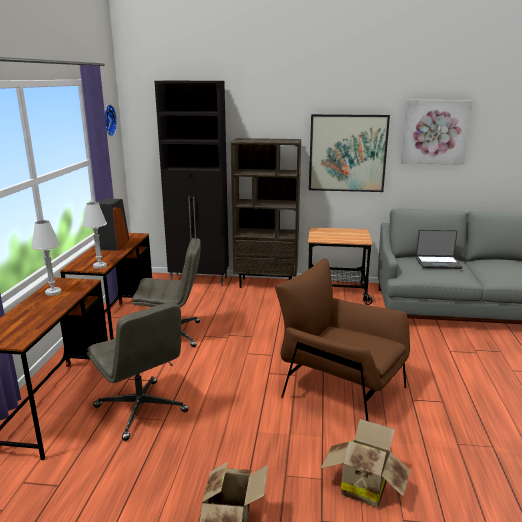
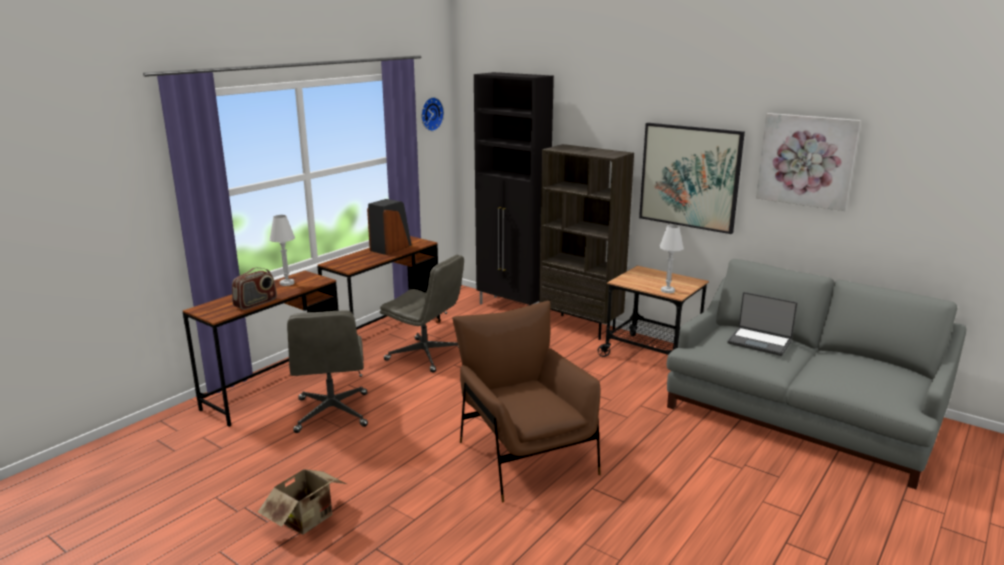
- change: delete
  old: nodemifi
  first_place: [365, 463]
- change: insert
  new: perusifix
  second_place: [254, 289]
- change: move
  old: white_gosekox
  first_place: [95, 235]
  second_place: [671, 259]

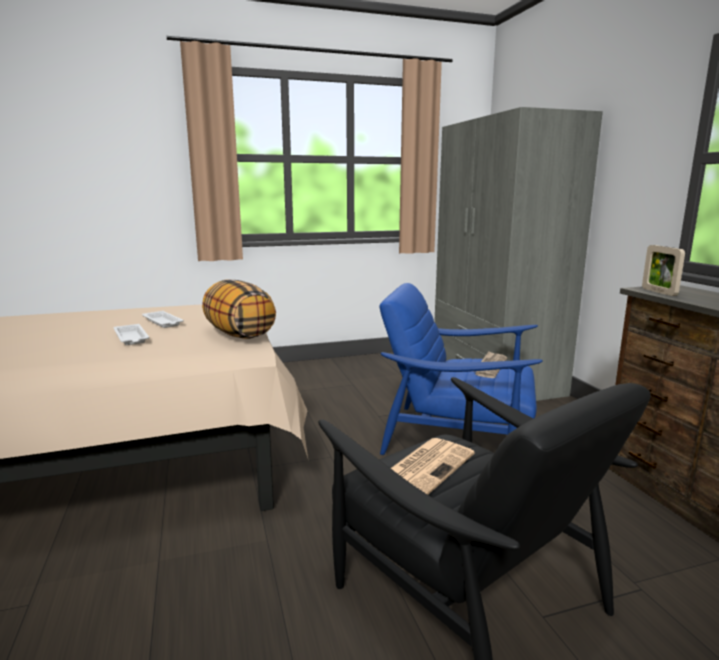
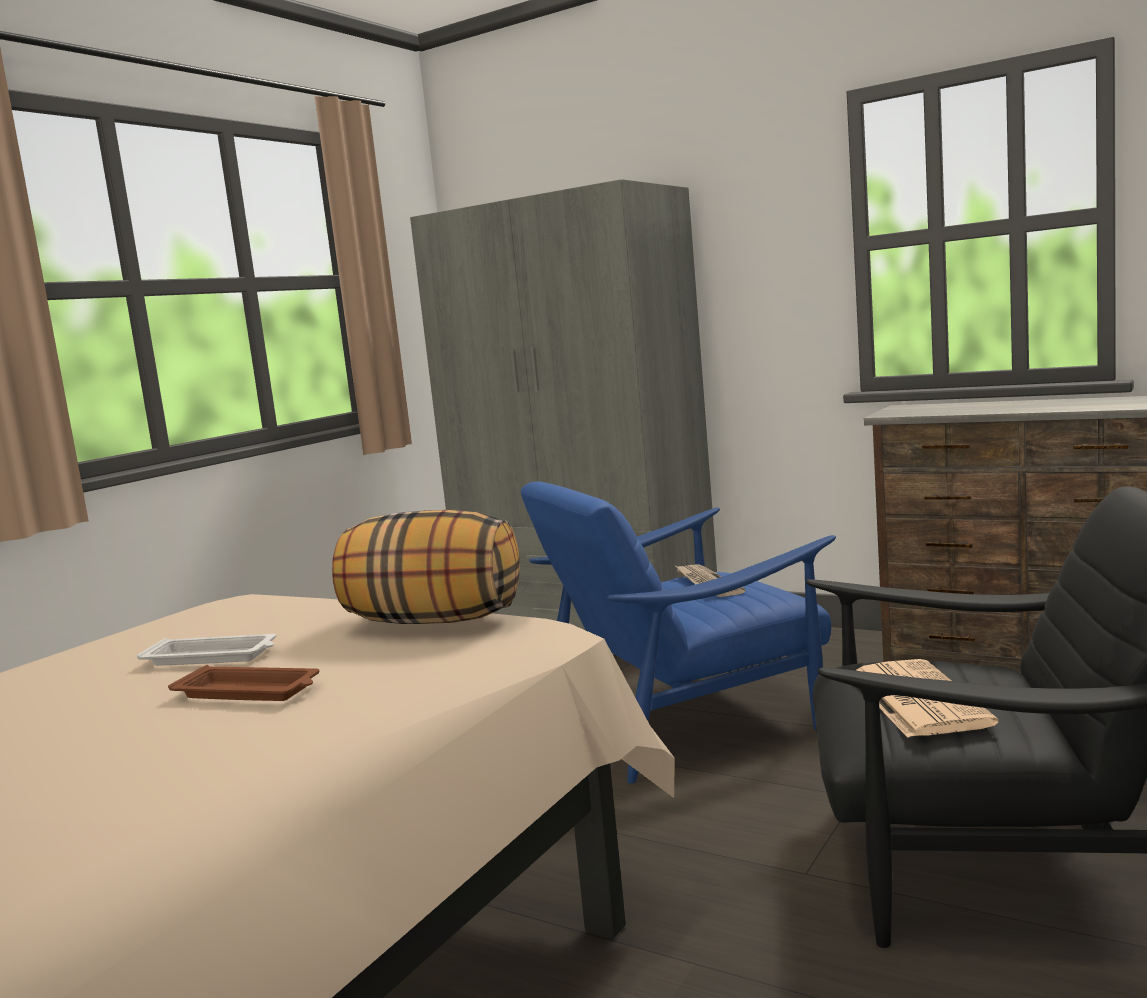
- change: delete
  old: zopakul
  first_place: [663, 270]
- change: recolor
  old: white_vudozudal
  new: brown_vudozudal
  first_place: [131, 334]
  second_place: [243, 683]

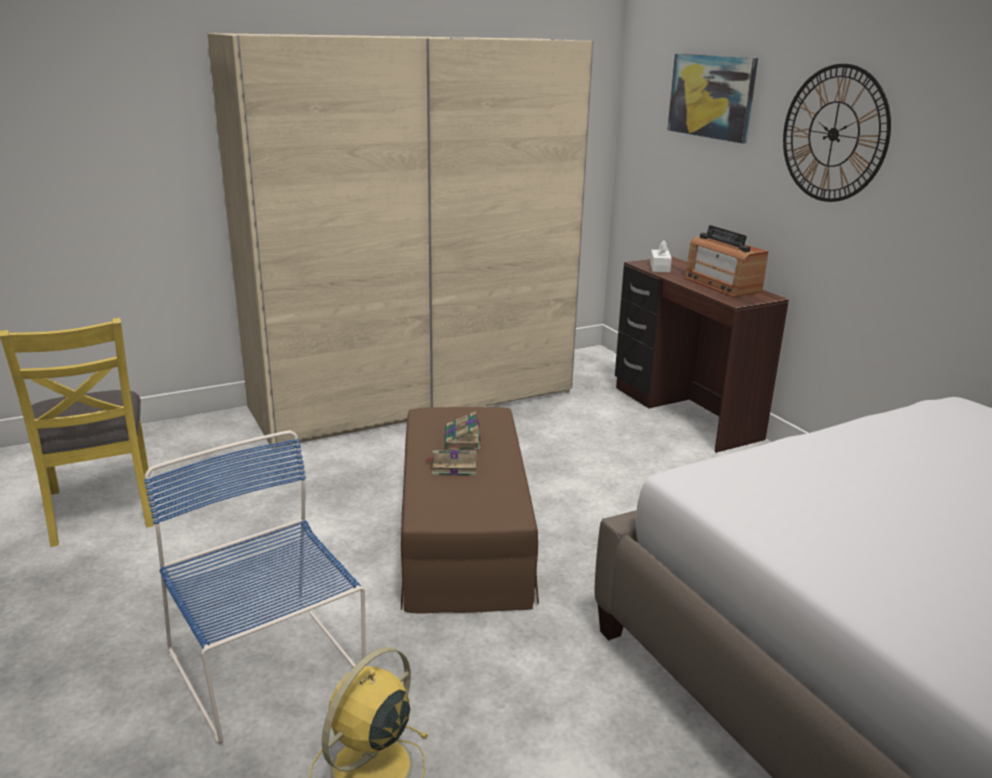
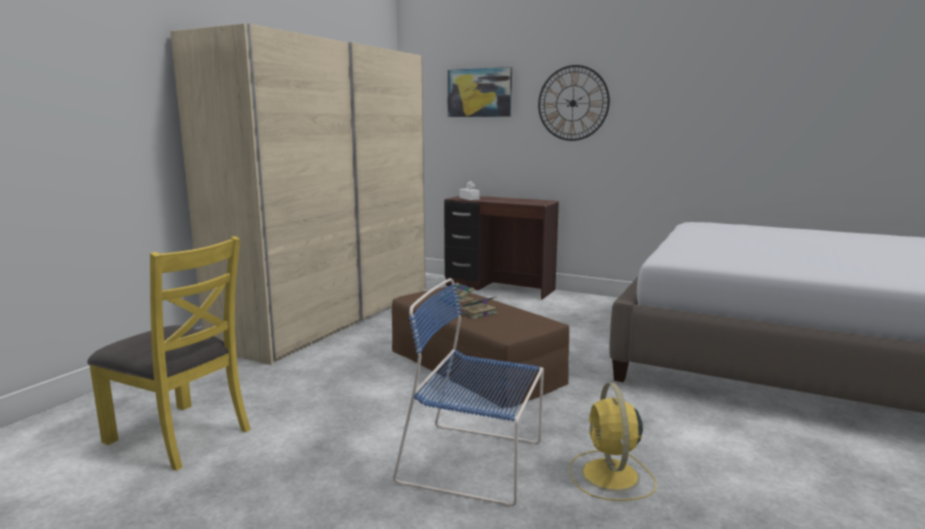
- change: delete
  old: perusifix
  first_place: [726, 261]

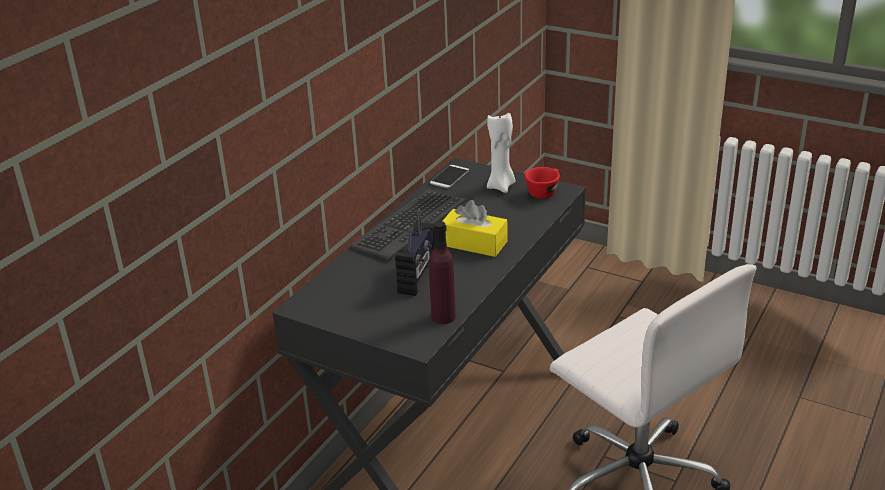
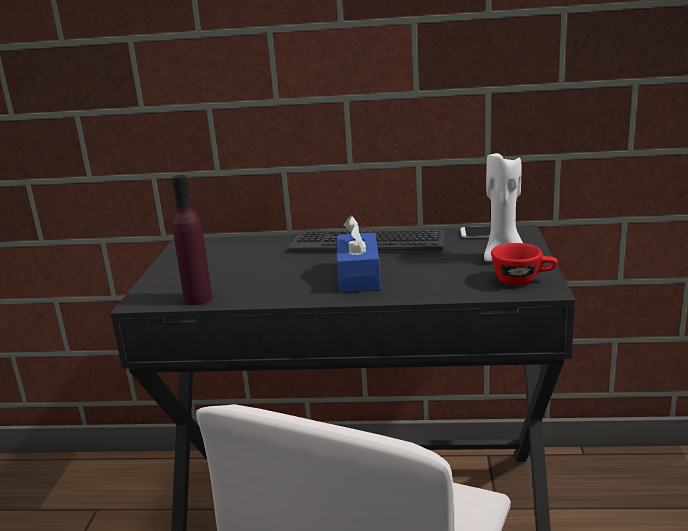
- change: delete
  old: perusifix
  first_place: [414, 253]
- change: recolor
  old: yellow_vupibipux
  new: blue_vupibipux
  first_place: [475, 228]
  second_place: [359, 254]

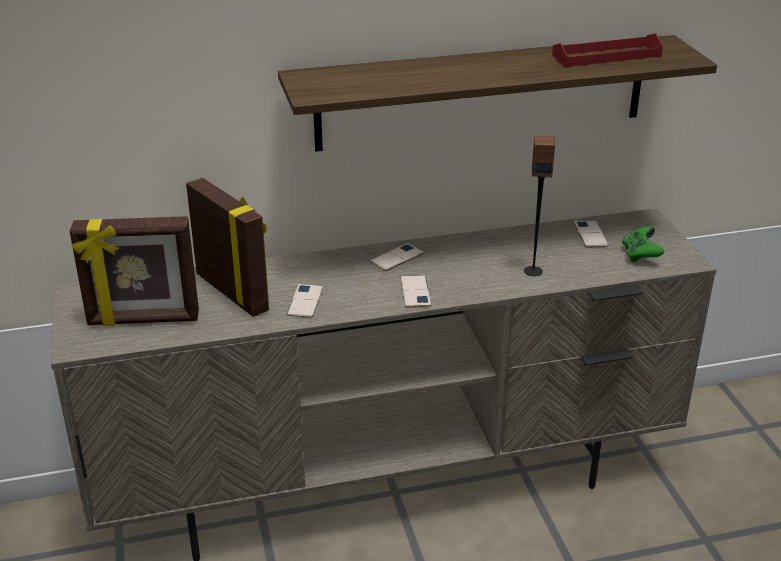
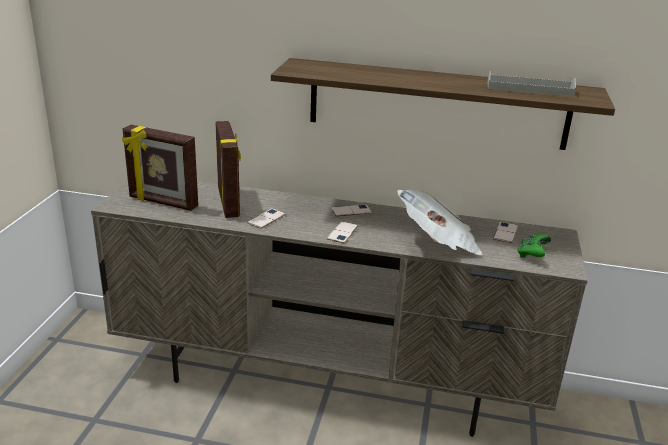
- change: replace
  old: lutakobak
  new: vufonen
  first_place: [539, 206]
  second_place: [440, 222]
- change: recolor
  old: red_vudozudal
  new: grey_vudozudal
  first_place: [607, 50]
  second_place: [532, 83]

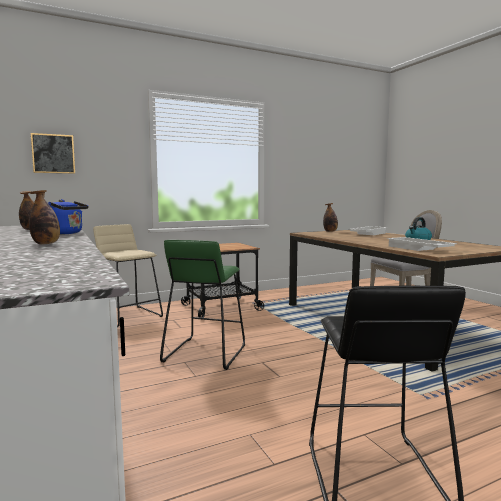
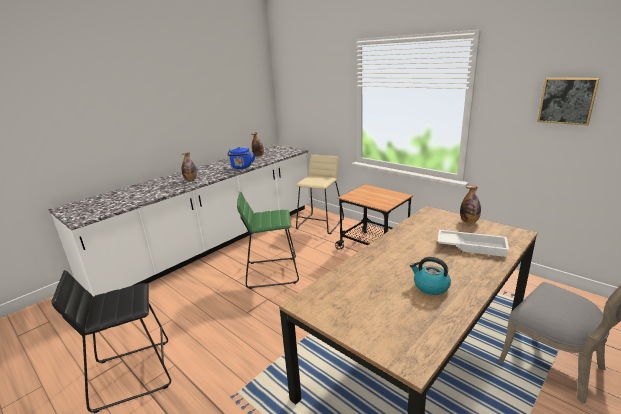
- change: delete
  old: white_vudozudal
  first_place: [422, 244]
- change: move
  old: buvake
  first_place: [53, 153]
  second_place: [568, 102]

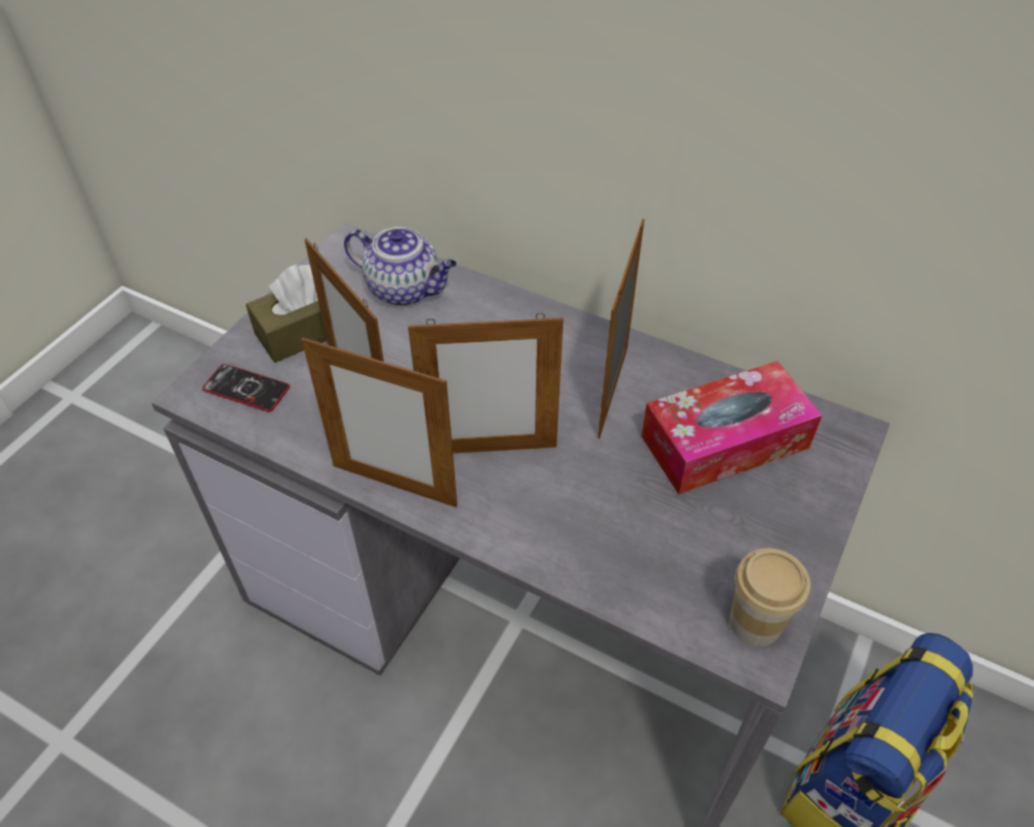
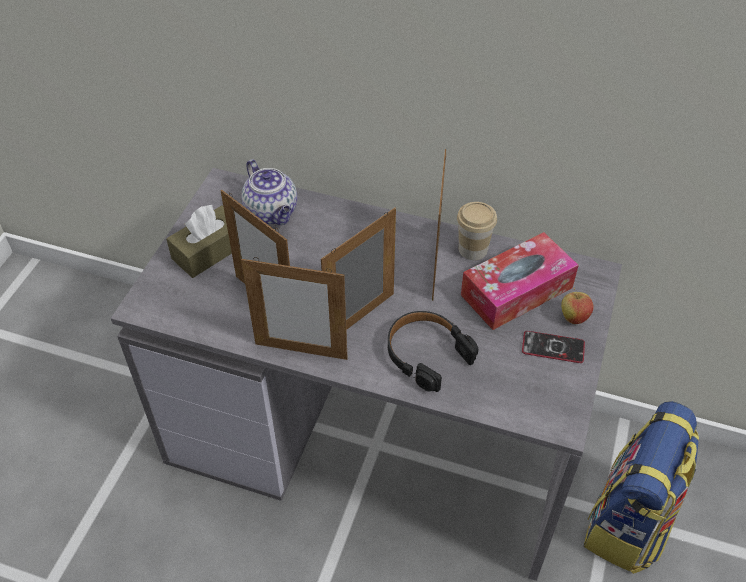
- change: insert
  new: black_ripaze
  second_place: [433, 351]
- change: insert
  new: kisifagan
  second_place: [577, 306]
- change: move
  old: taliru
  first_place: [246, 388]
  second_place: [553, 347]
- change: move
  old: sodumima
  first_place: [770, 597]
  second_place: [477, 231]
- change: rotate
  old: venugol
  first_place: [400, 266]
  second_place: [269, 192]
  degrees: 45
- change: rotate
  old: zopakul
  first_place: [485, 383]
  second_place: [358, 269]
  degrees: 150

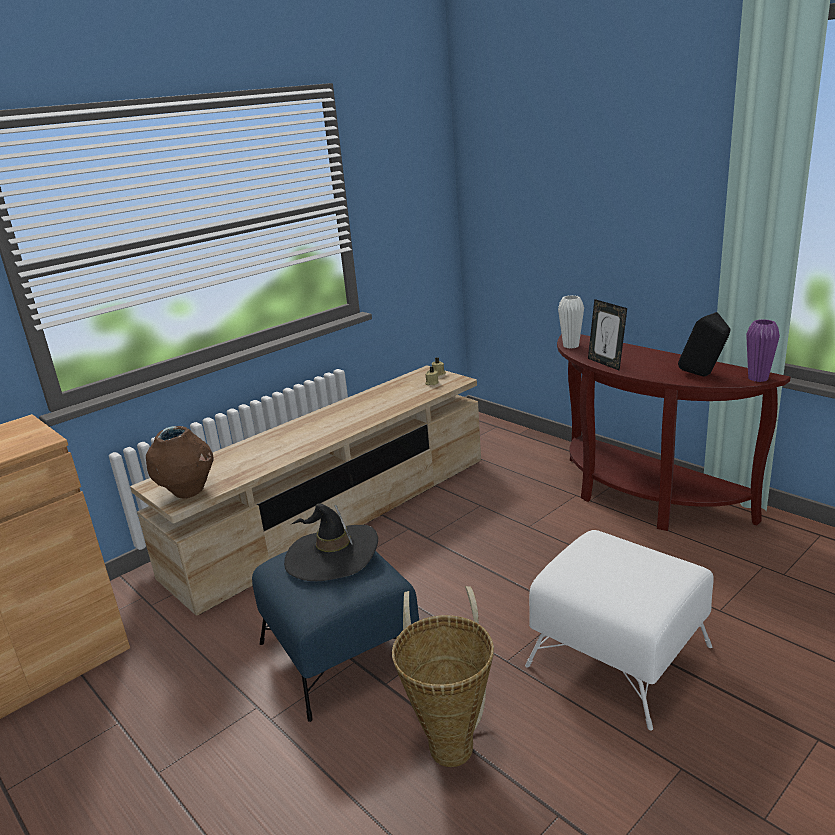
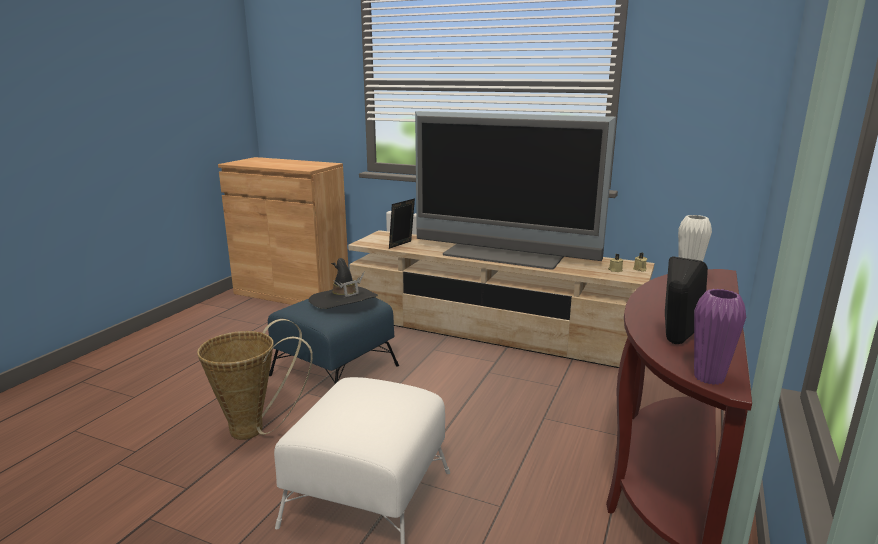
- change: delete
  old: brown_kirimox
  first_place: [180, 462]
- change: insert
  new: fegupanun
  second_place: [515, 190]
- change: move
  old: zopakul
  first_place: [607, 335]
  second_place: [402, 223]

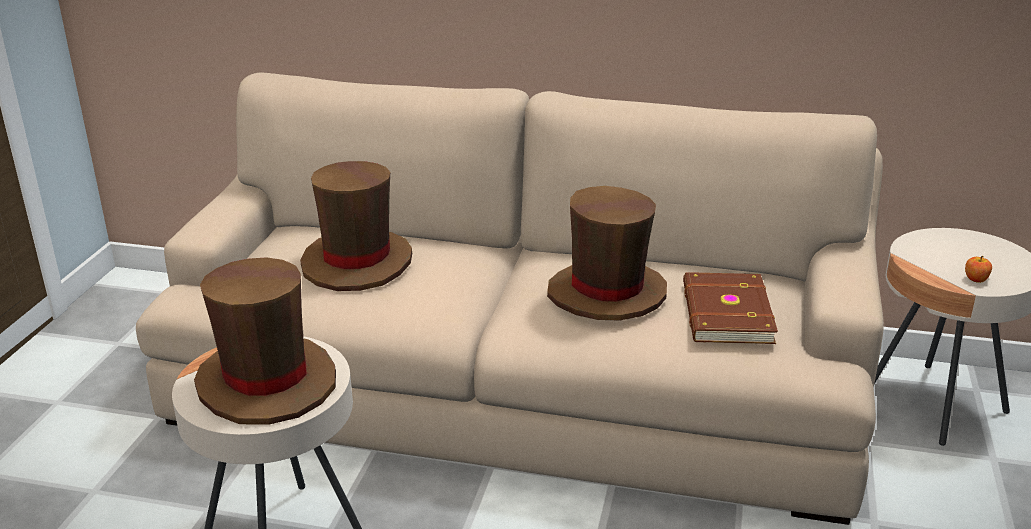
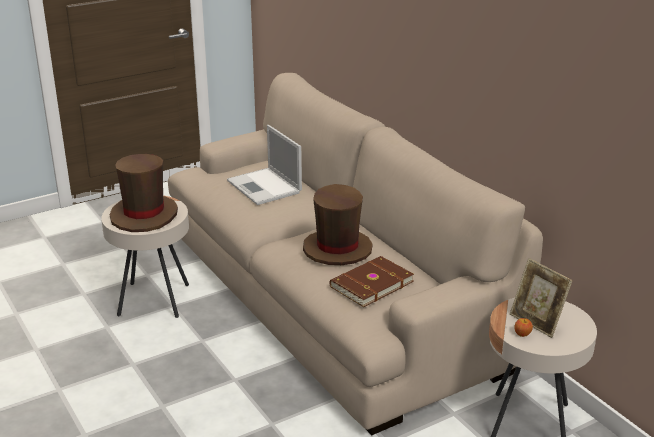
- change: insert
  new: zopakul
  second_place: [541, 298]
- change: replace
  old: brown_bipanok
  new: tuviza
  first_place: [356, 226]
  second_place: [264, 165]

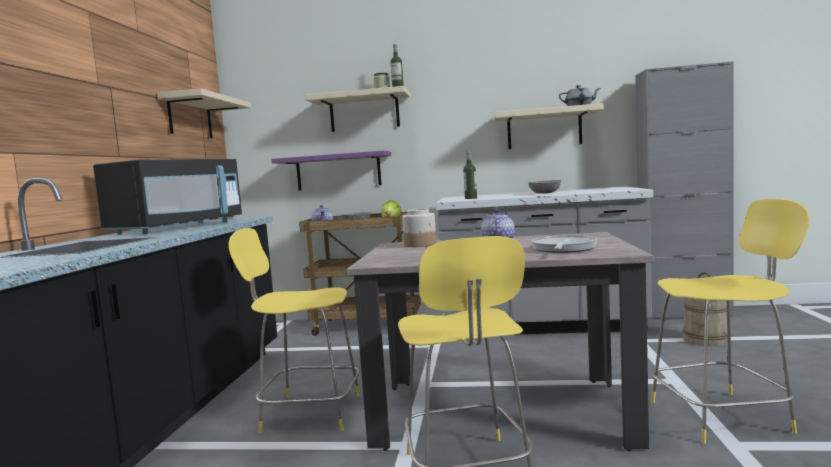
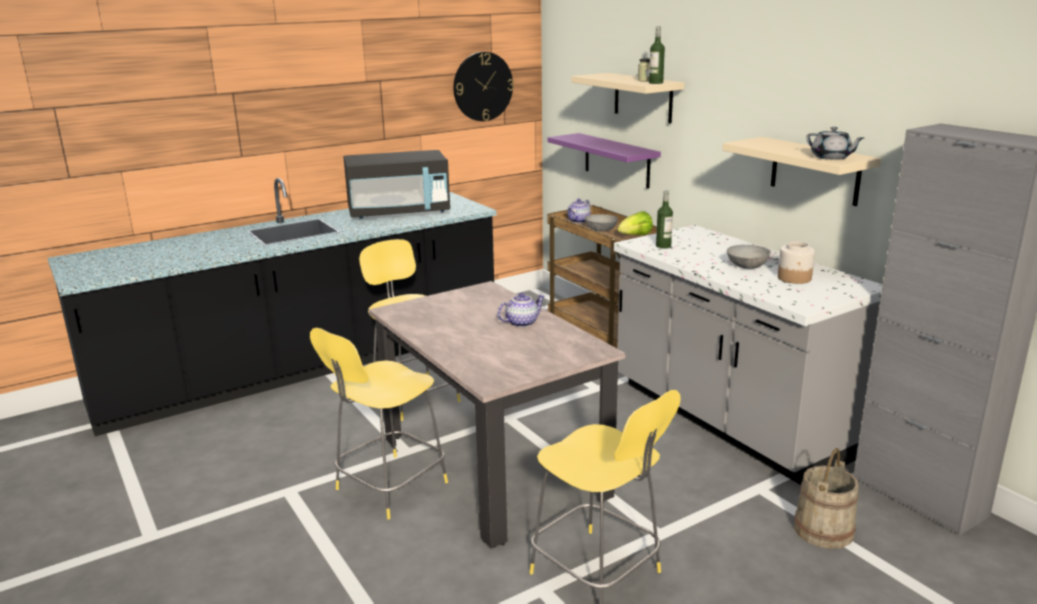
- change: delete
  old: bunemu
  first_place: [564, 244]
- change: move
  old: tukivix
  first_place: [419, 228]
  second_place: [796, 262]
- change: replace
  old: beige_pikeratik
  new: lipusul
  first_place: [204, 113]
  second_place: [483, 86]

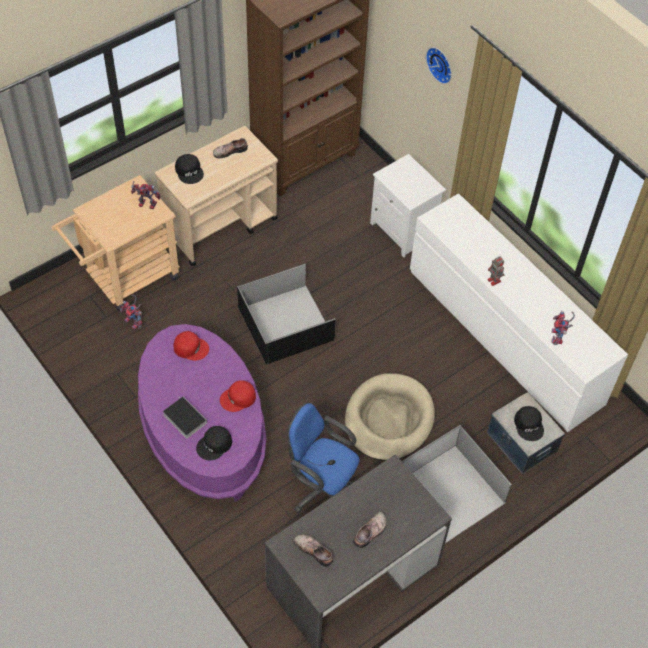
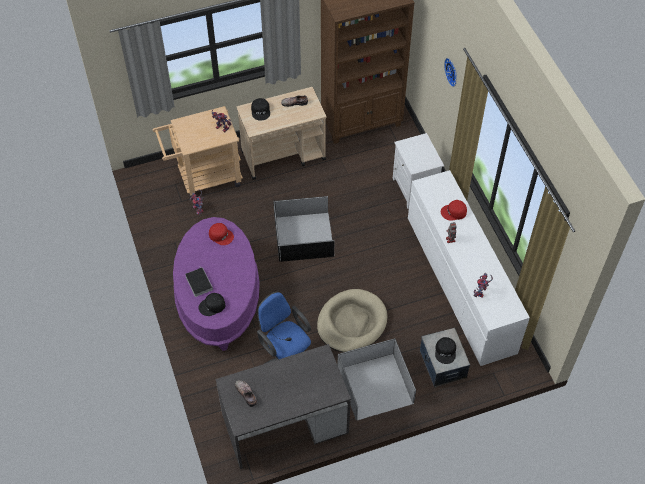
- change: delete
  old: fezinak
  first_place: [370, 530]
- change: move
  old: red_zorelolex
  first_place: [238, 396]
  second_place: [454, 210]

